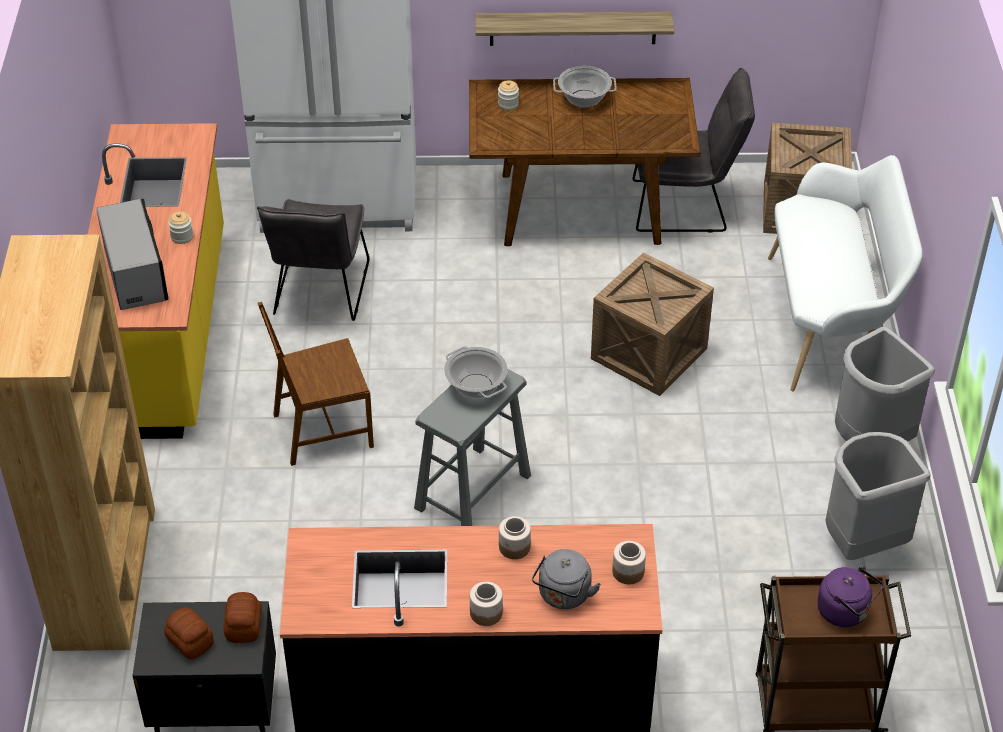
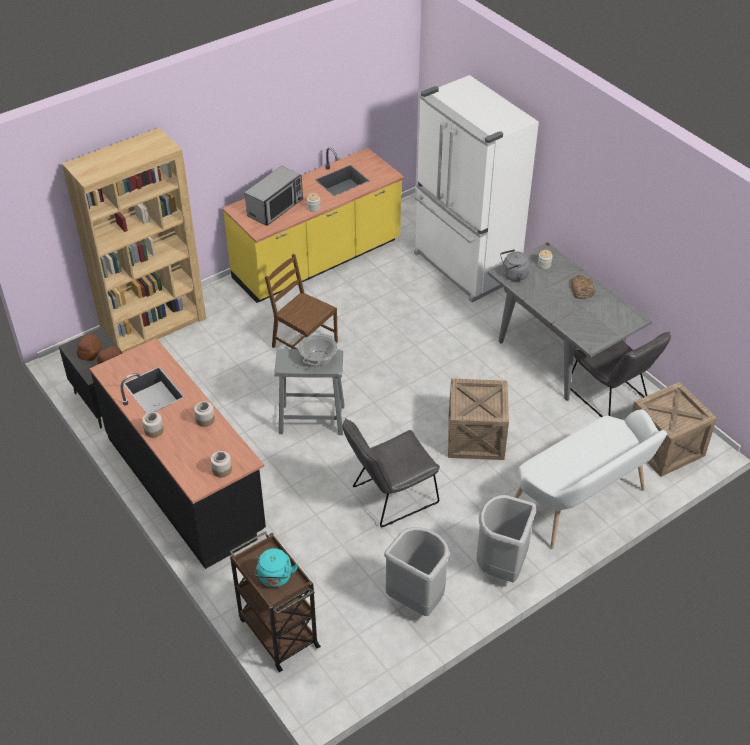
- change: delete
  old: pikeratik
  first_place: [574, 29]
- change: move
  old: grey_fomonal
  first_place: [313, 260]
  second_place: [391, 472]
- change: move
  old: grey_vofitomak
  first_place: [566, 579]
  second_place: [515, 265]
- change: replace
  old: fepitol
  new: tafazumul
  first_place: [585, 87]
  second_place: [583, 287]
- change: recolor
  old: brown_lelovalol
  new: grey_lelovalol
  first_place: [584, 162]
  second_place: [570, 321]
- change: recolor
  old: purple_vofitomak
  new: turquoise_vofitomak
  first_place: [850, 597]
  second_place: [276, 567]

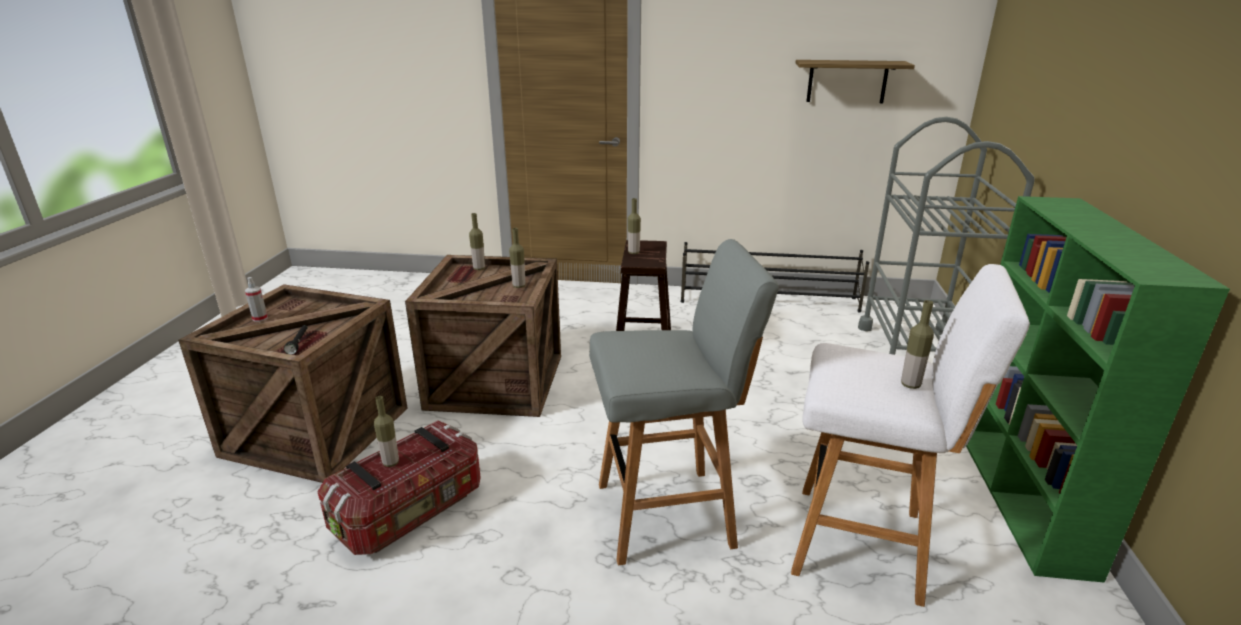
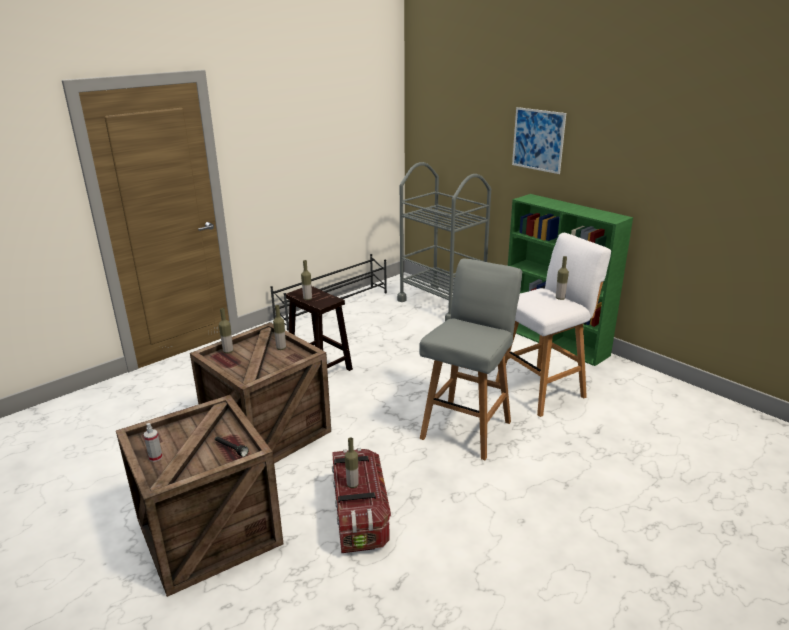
- change: delete
  old: pikeratik
  first_place: [855, 81]
- change: insert
  new: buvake
  second_place: [539, 140]

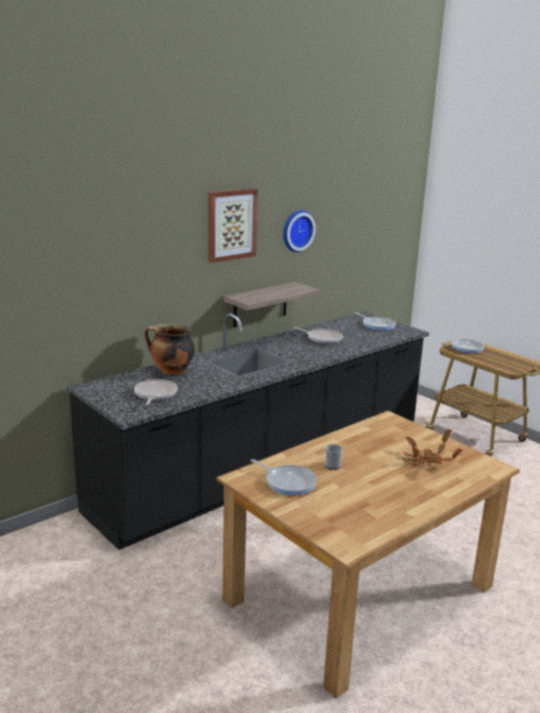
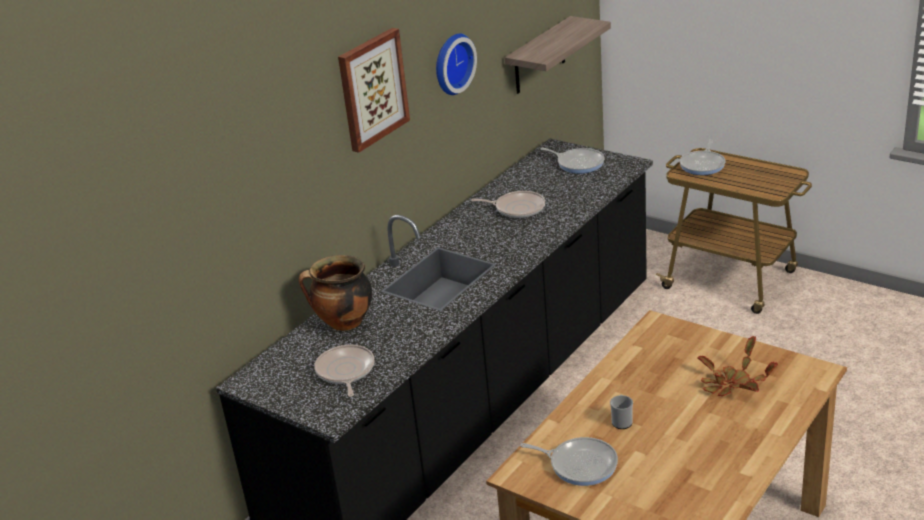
- change: move
  old: pikeratik
  first_place: [272, 304]
  second_place: [558, 55]

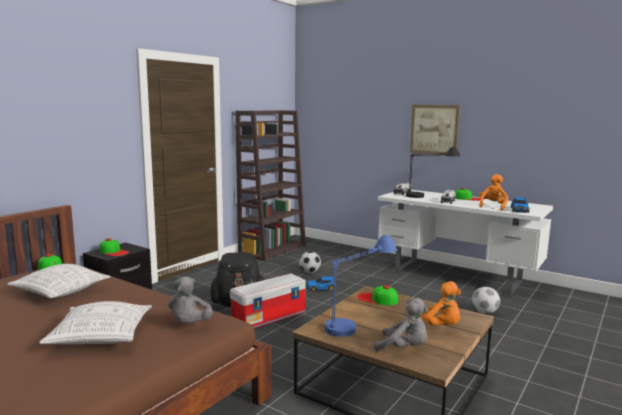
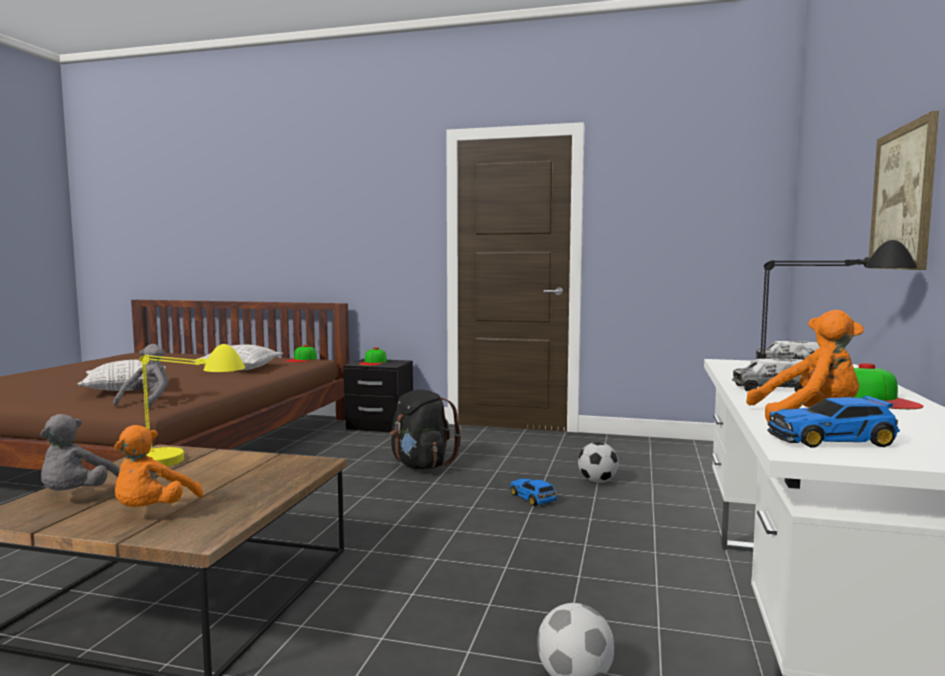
- change: delete
  old: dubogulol
  first_place: [268, 301]
- change: delete
  old: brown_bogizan
  first_place: [270, 186]
- change: delete
  old: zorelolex
  first_place: [377, 295]
- change: recolor
  old: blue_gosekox
  new: yellow_gosekox
  first_place: [361, 286]
  second_place: [192, 405]
- change: rotate
  old: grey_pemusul
  first_place: [190, 300]
  second_place: [141, 376]
  degrees: 120

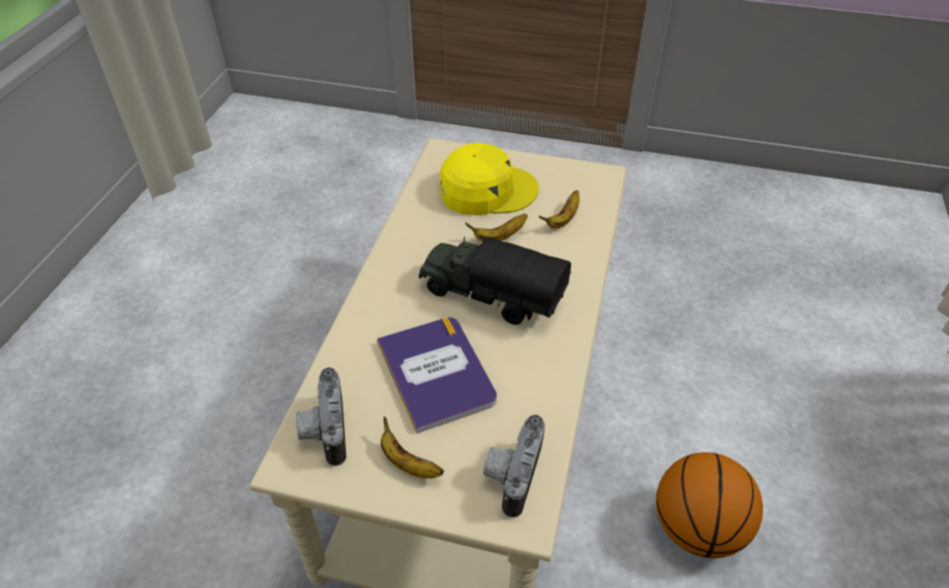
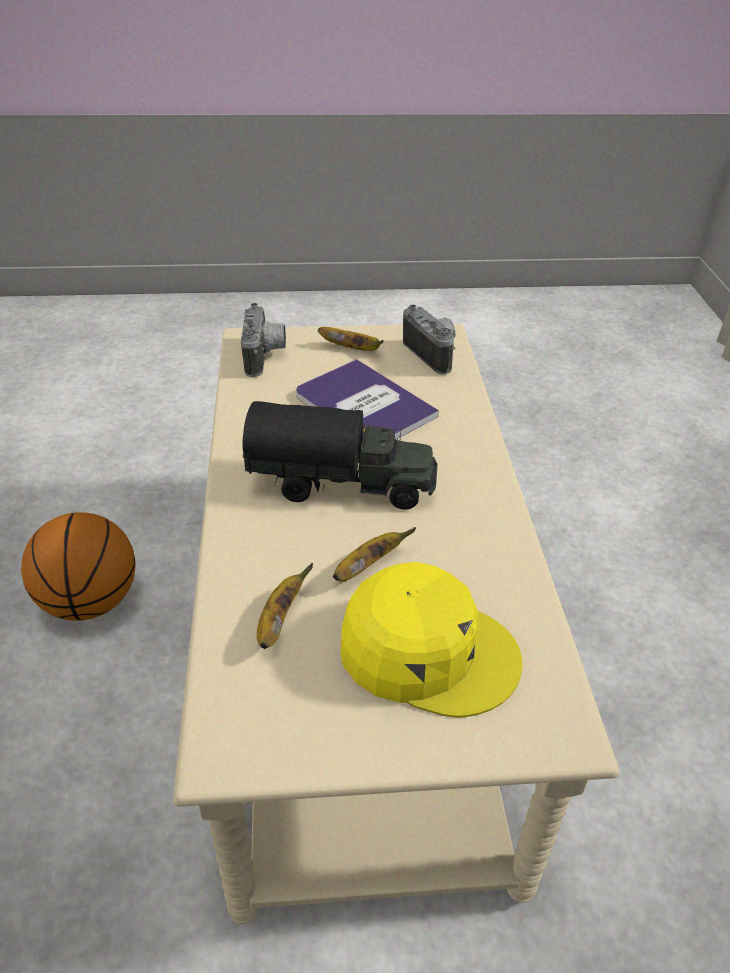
- change: rotate
  old: yellow_zorelolex
  first_place: [489, 179]
  second_place: [432, 640]
  degrees: -135

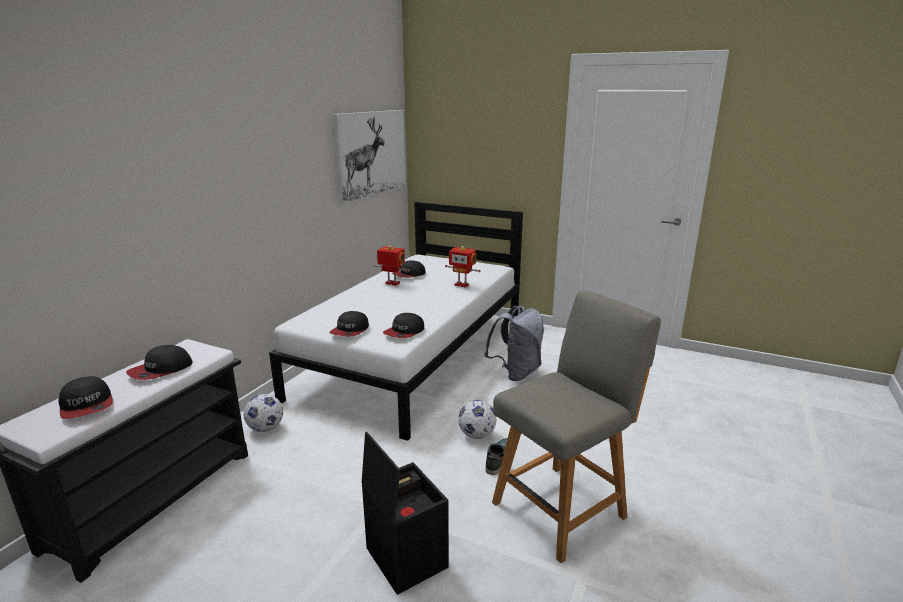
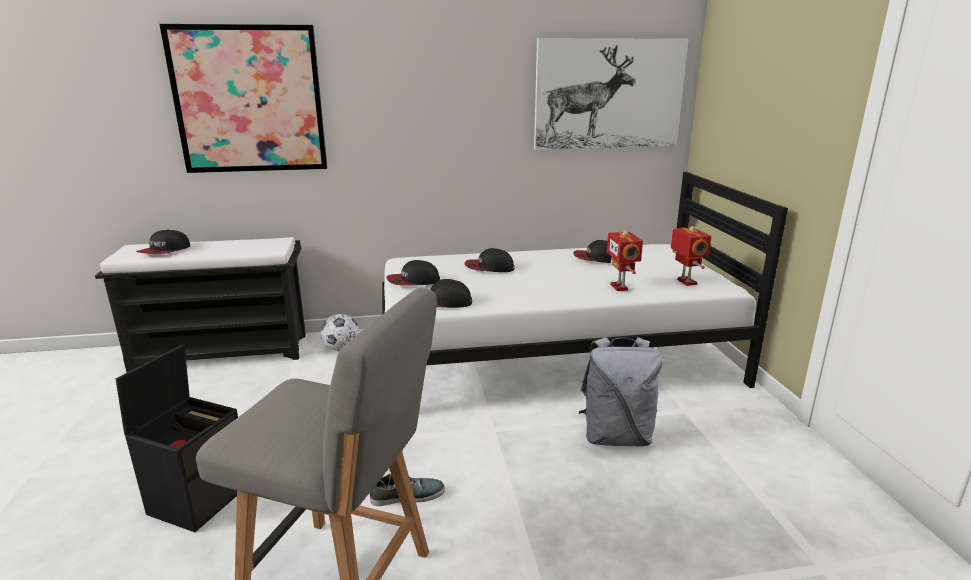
- change: delete
  old: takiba
  first_place: [477, 419]
- change: insert
  new: buvake
  second_place: [243, 98]
- change: move
  old: zorelolex
  first_place: [159, 362]
  second_place: [490, 260]
- change: move
  old: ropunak
  first_place: [391, 265]
  second_place: [691, 256]

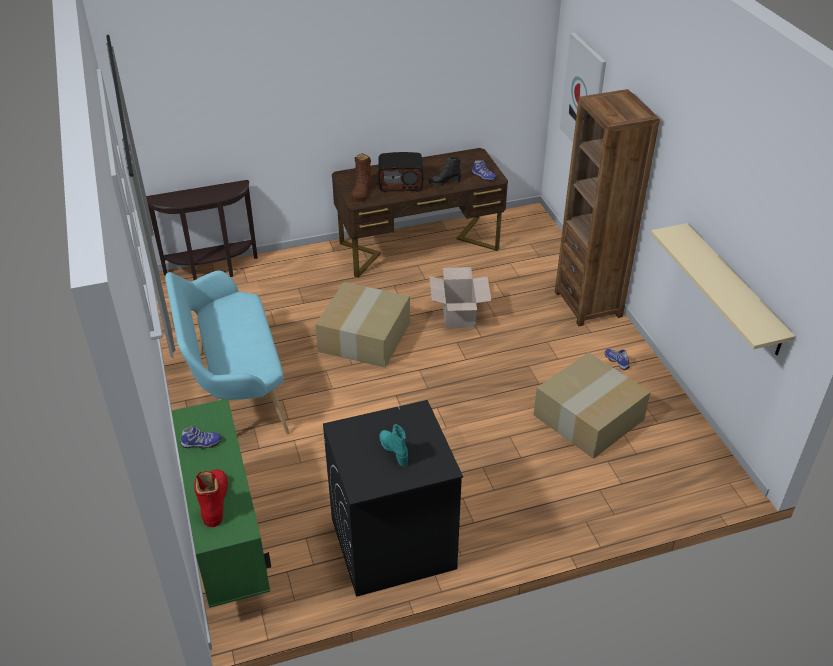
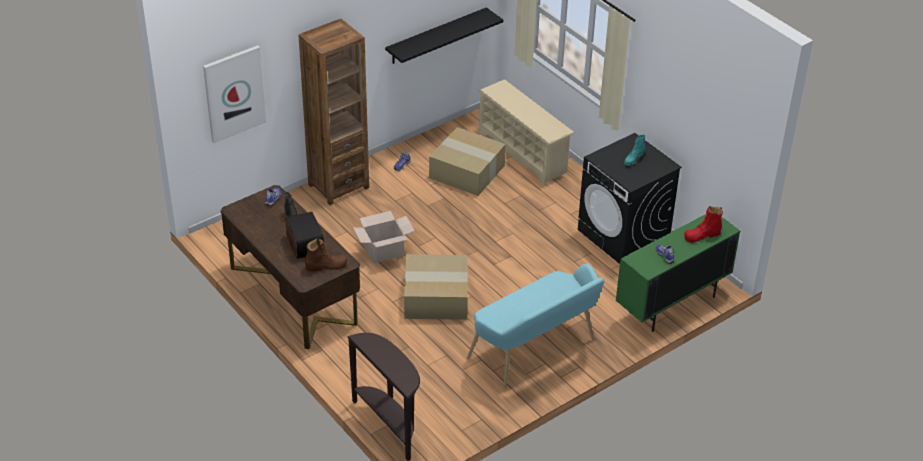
- change: insert
  new: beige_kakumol
  second_place: [526, 132]
- change: recolor
  old: beige_pikeratik
  new: black_pikeratik
  first_place: [723, 289]
  second_place: [444, 35]

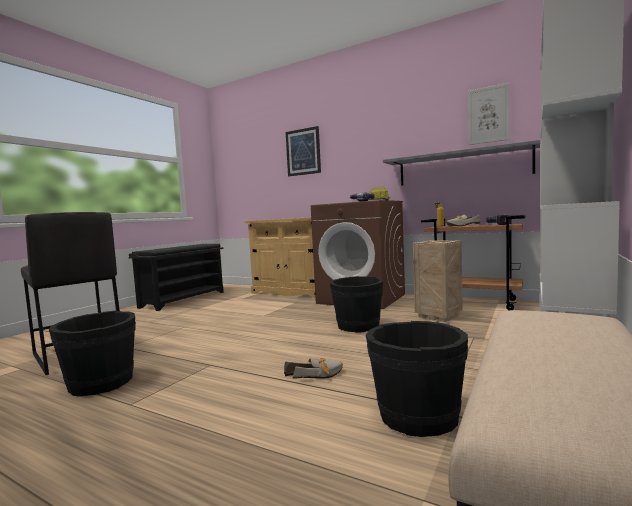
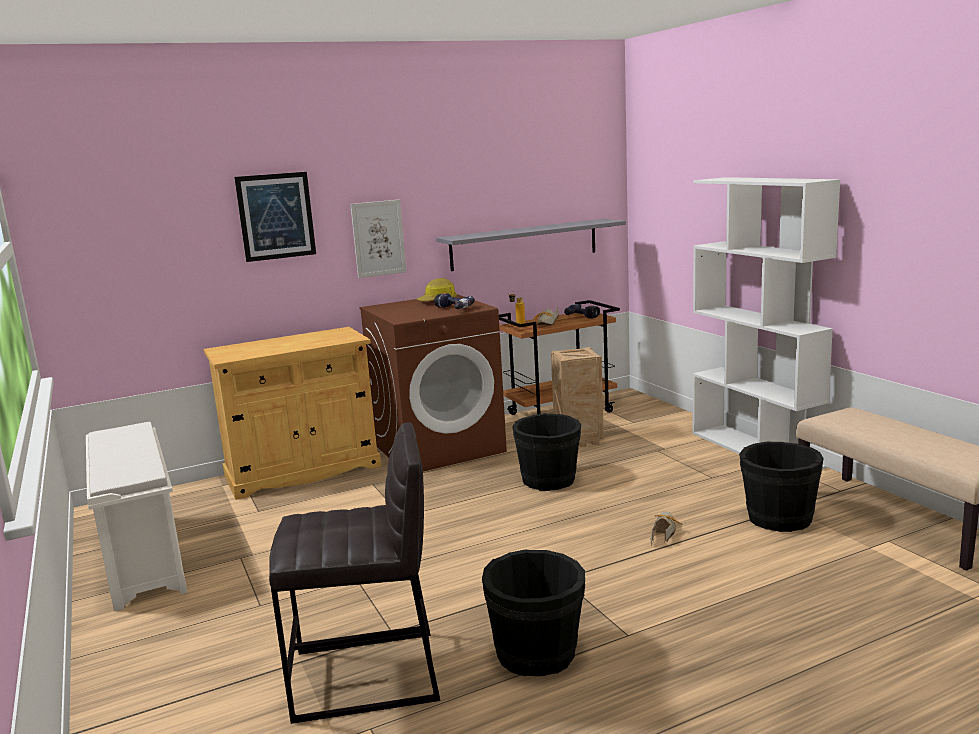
- change: move
  old: buvake
  first_place: [488, 114]
  second_place: [378, 239]
- change: recolor
  old: black_kakumol
  new: white_kakumol
  first_place: [176, 277]
  second_place: [136, 516]

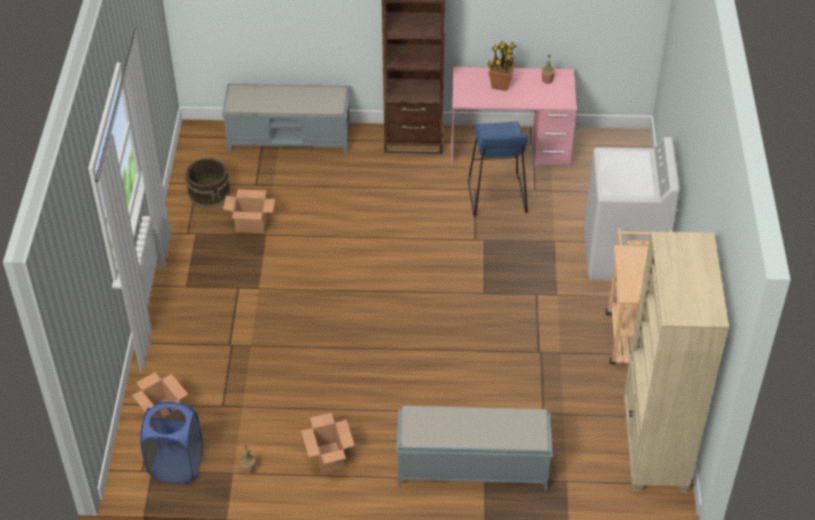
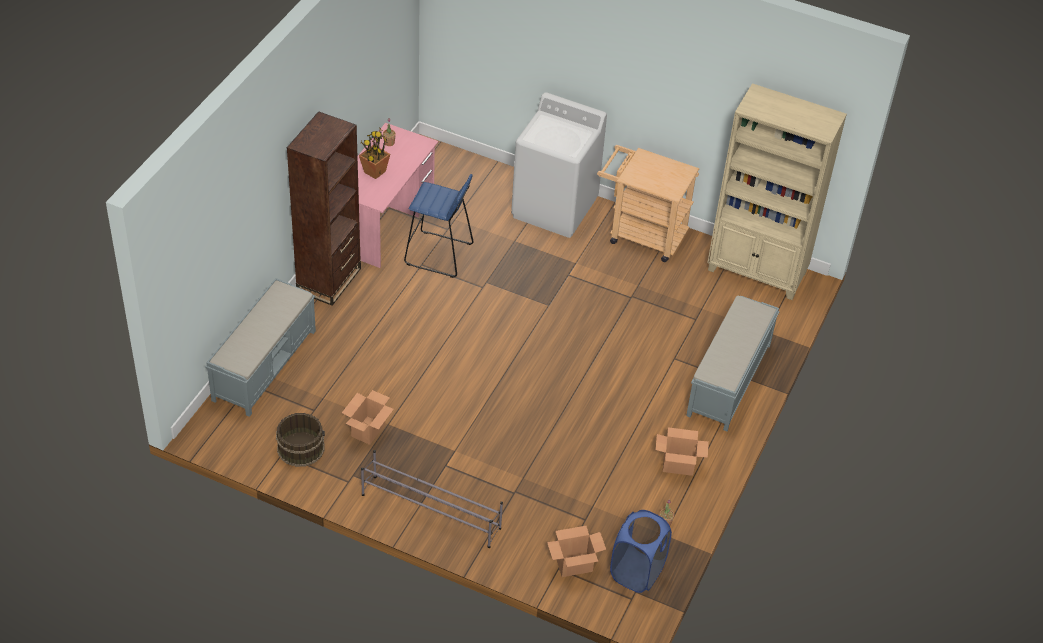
- change: insert
  new: grey_kakumol
  second_place: [432, 499]

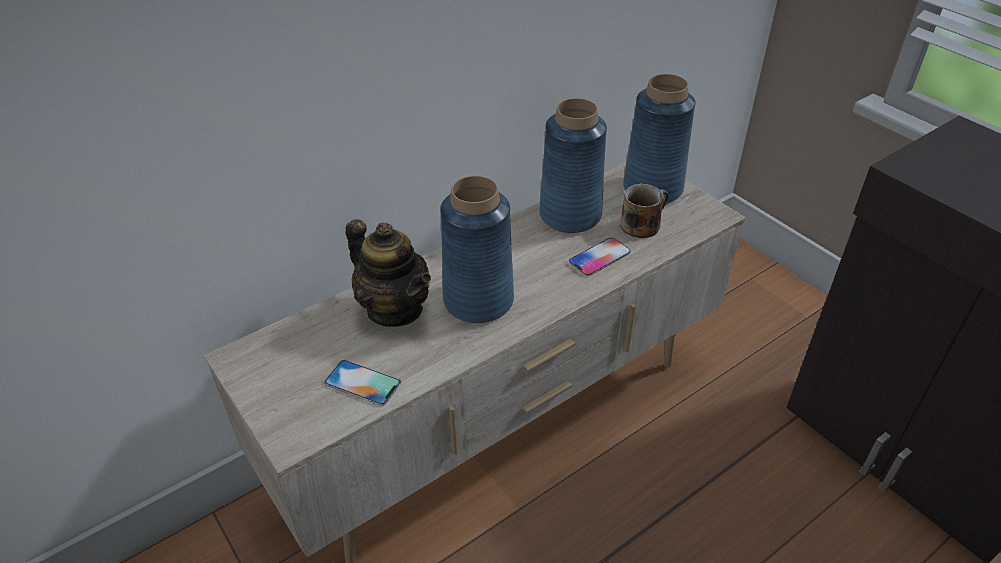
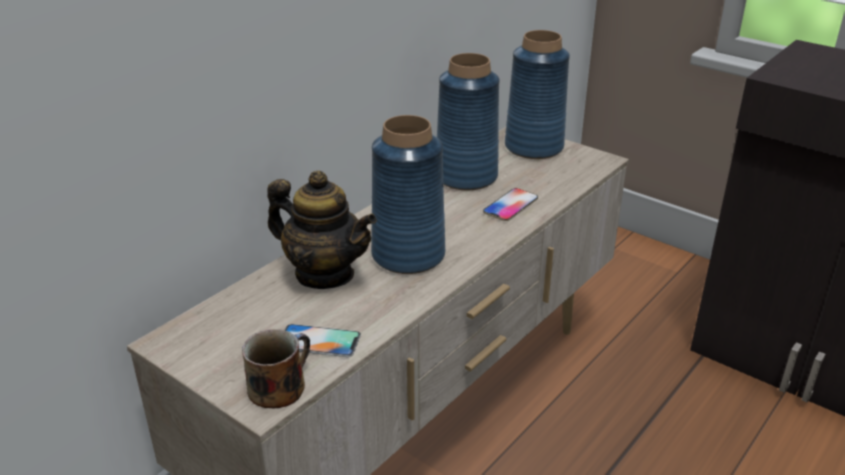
- change: move
  old: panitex
  first_place: [644, 210]
  second_place: [276, 368]

